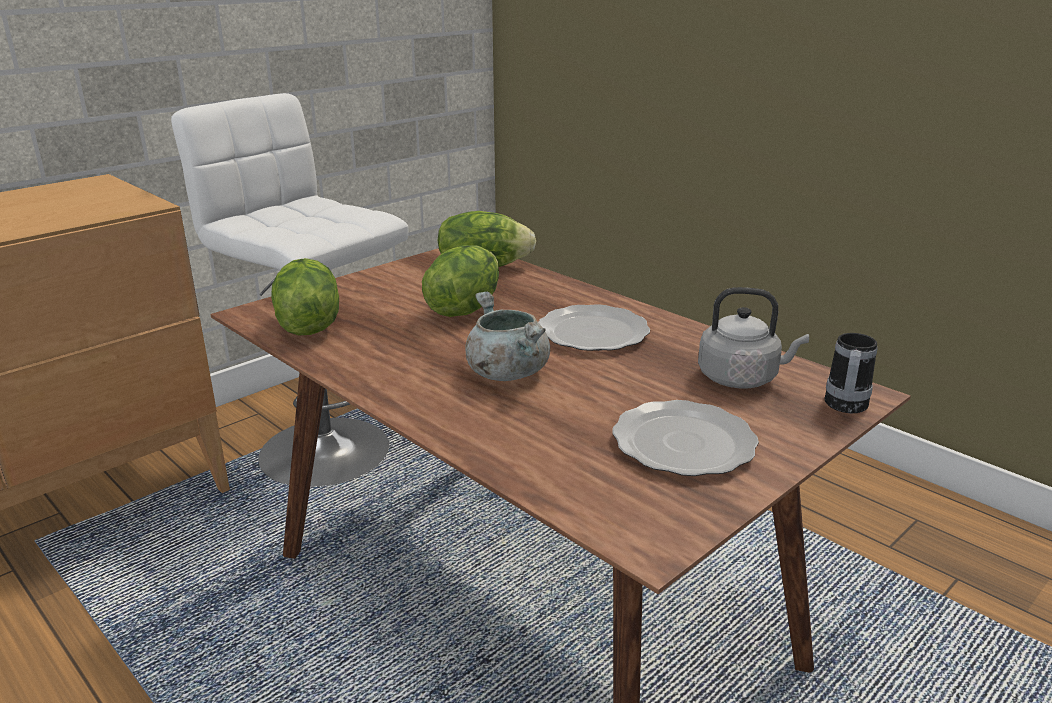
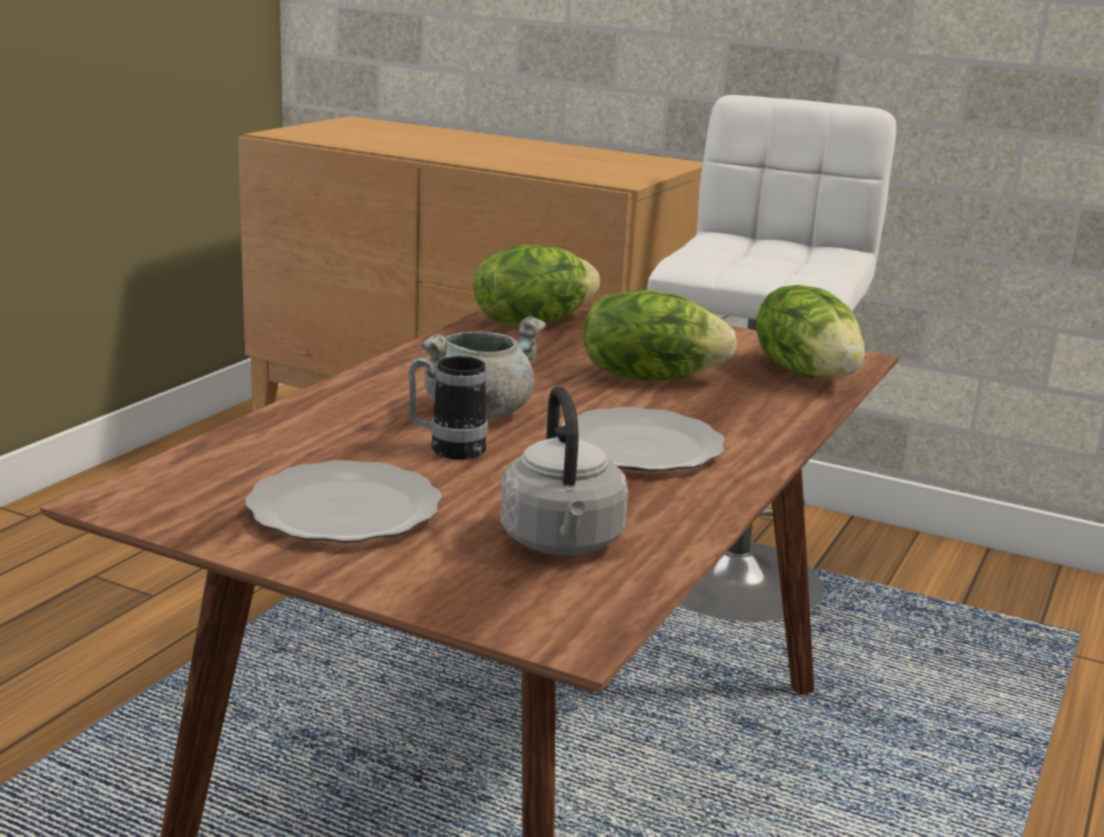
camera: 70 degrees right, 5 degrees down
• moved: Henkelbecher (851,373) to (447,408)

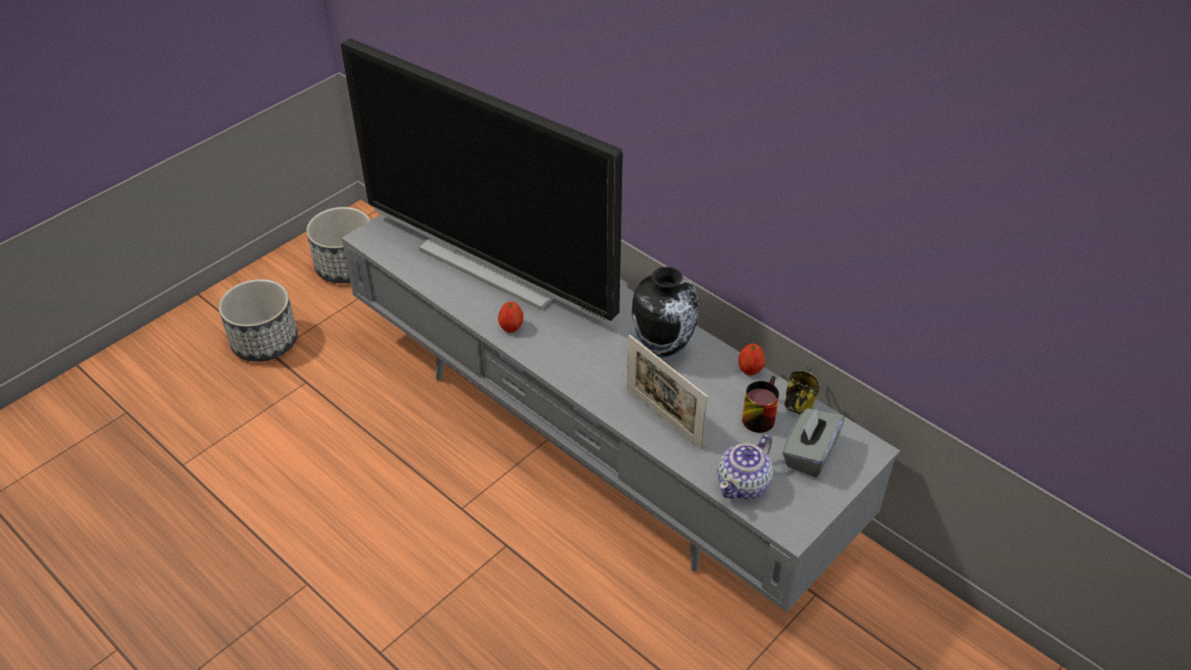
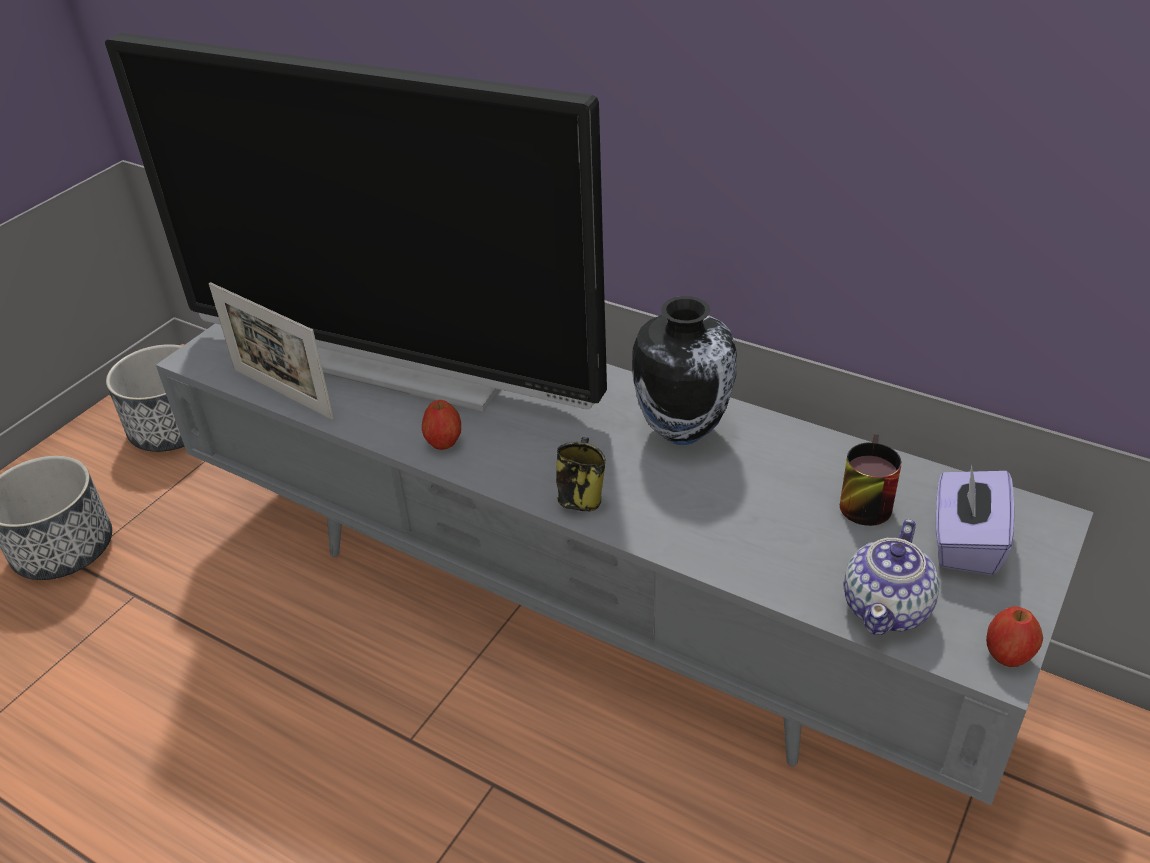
camera: 10 degrees left, 5 degrees down
• moved: Bilderrahmen (667,392) to (271,351)
• moved: Apfel (752,359) to (1014,637)
• moved: Henkelbecher (802,390) to (581,474)
• recoloured: Taschentuchbox/grau (813,442) to Taschentuchbox/lila (975,519)

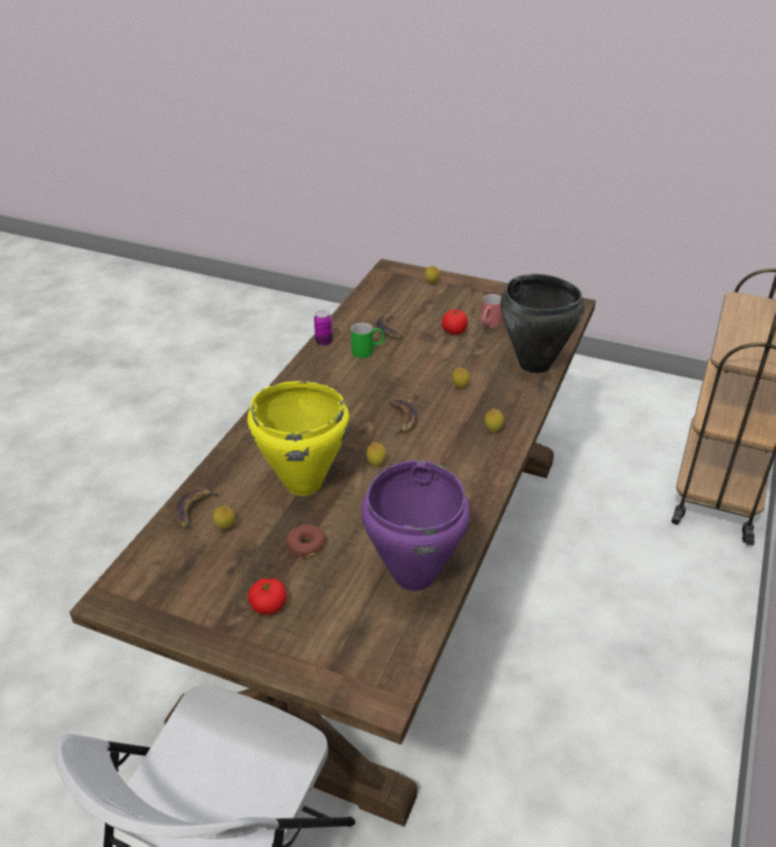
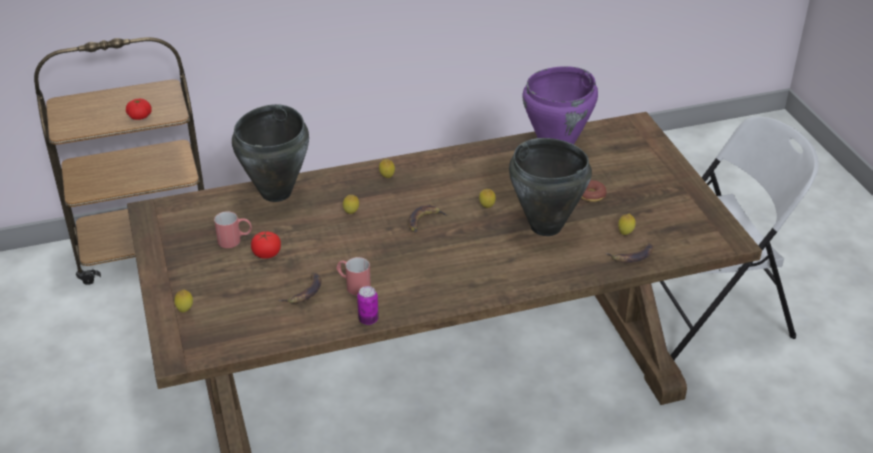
camera: 130 degrees left, 0 degrees up
• moved: Tomate (267,596) to (139,109)
• recoloured: Kochtopf/gelb (298,438) to Kochtopf/schwarz (550,187)
• recoloured: Henkelbecher/grün (368,340) to Henkelbecher/rot (354,276)

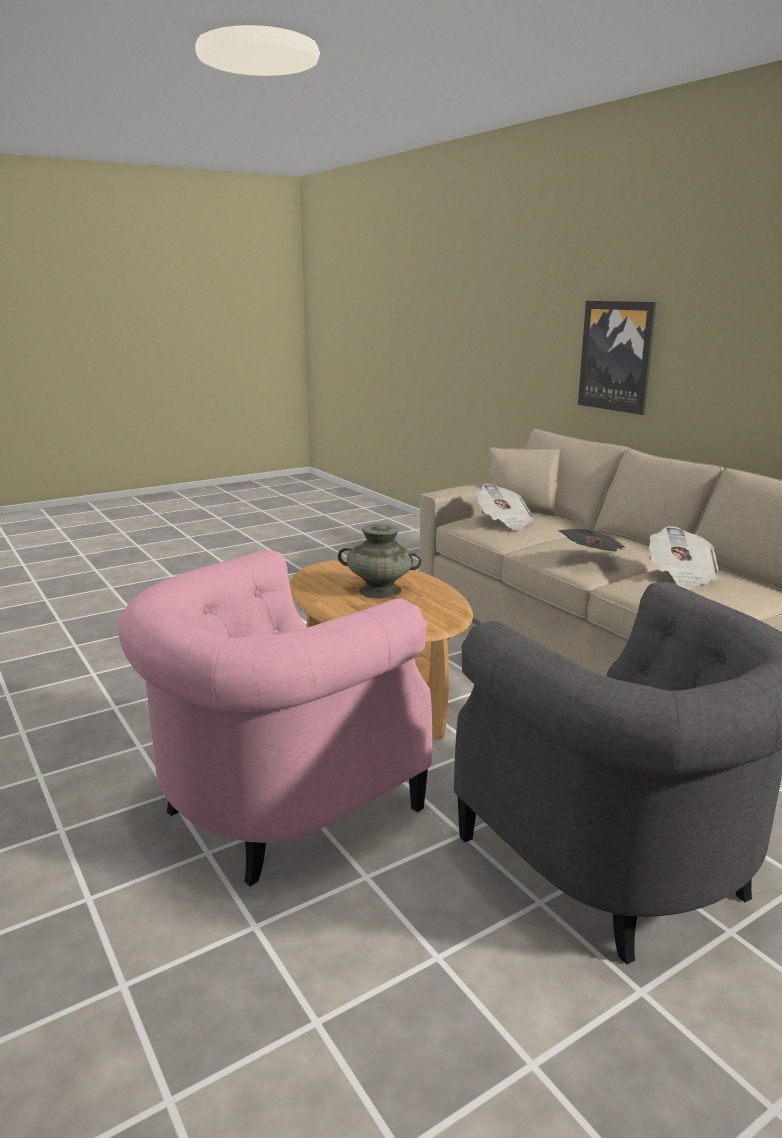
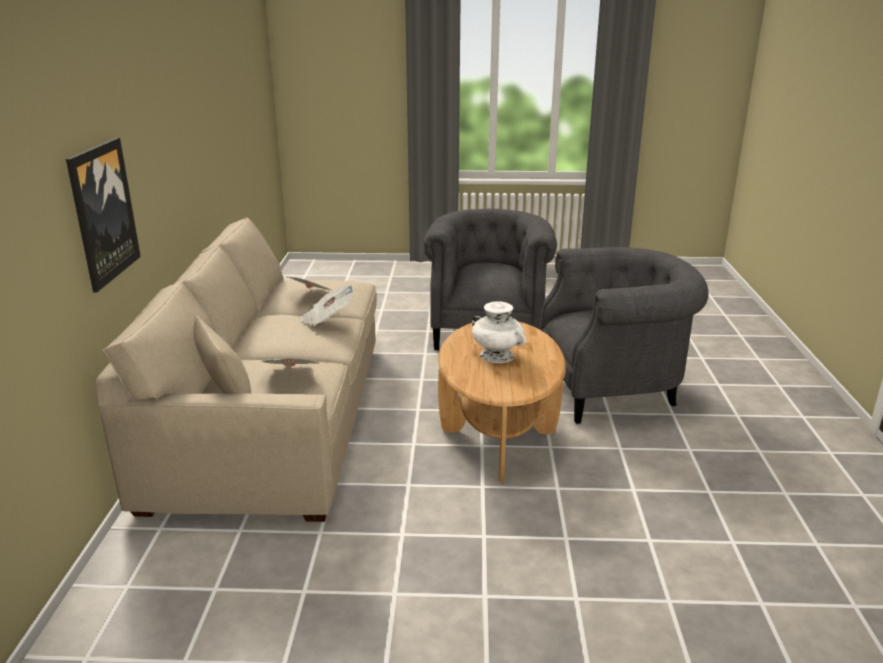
camera: 145 degrees left, 5 degrees up
• recoloured: Sessel/rosa (275,718) to Sessel/grau (624,335)
• recoloured: Vase/türkis (380,561) to Vase/weiß (499,332)

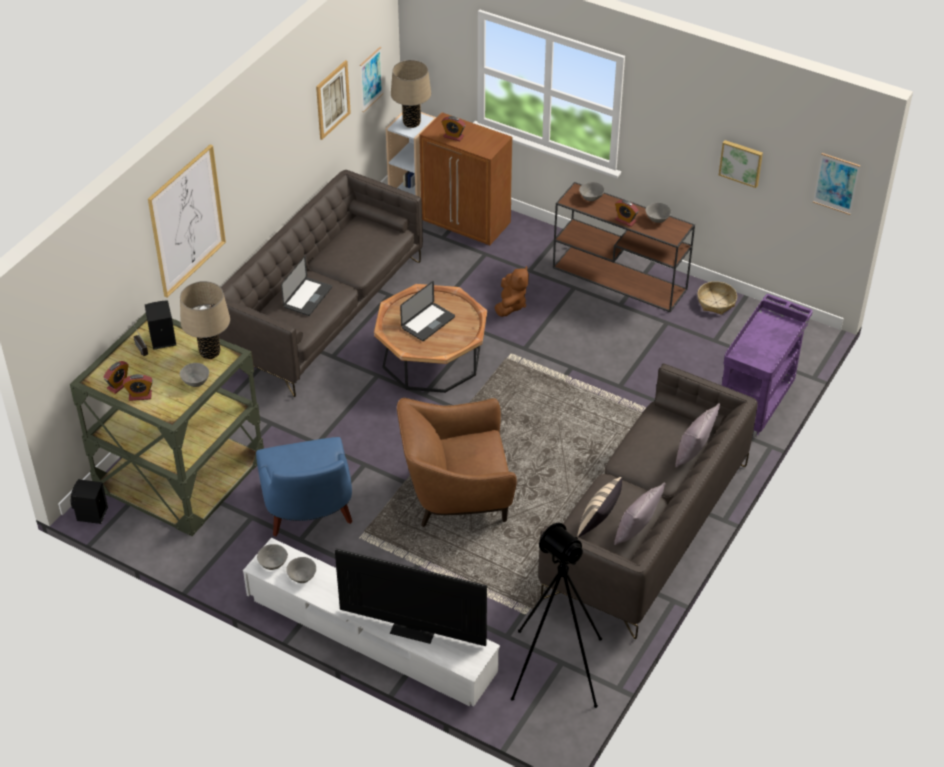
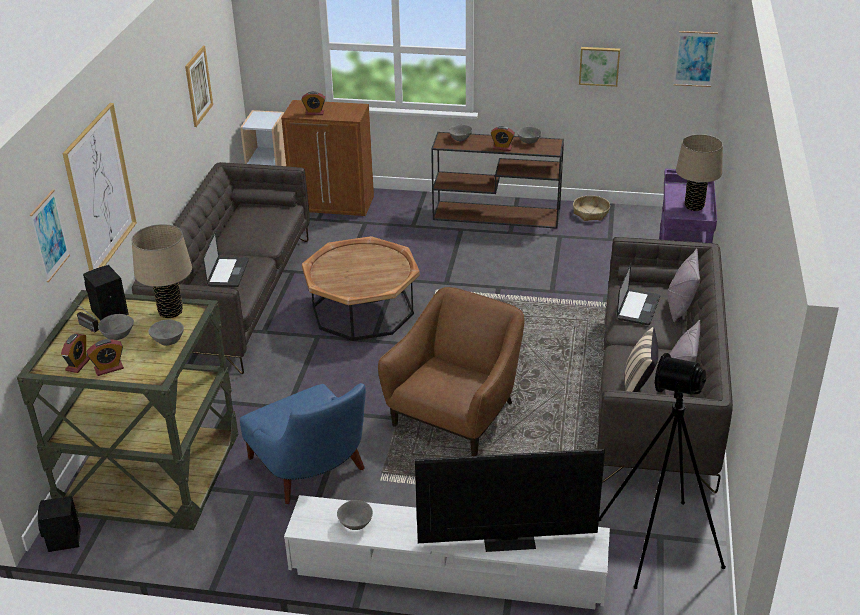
camera: 20 degrees left, 10 degrees down
• removed: Plüschtier/braun (511,291)
• moved: Schüssel/grau (272,557) to (116,327)
• moved: Bild (371,79) to (50,235)
• moved: Tischlampe/beige (411,94) to (699,172)
• moved: Laptop (427,311) to (638,293)
• turned: Sessel/braun (457,462) = (451,371) 150 degrees clockwise

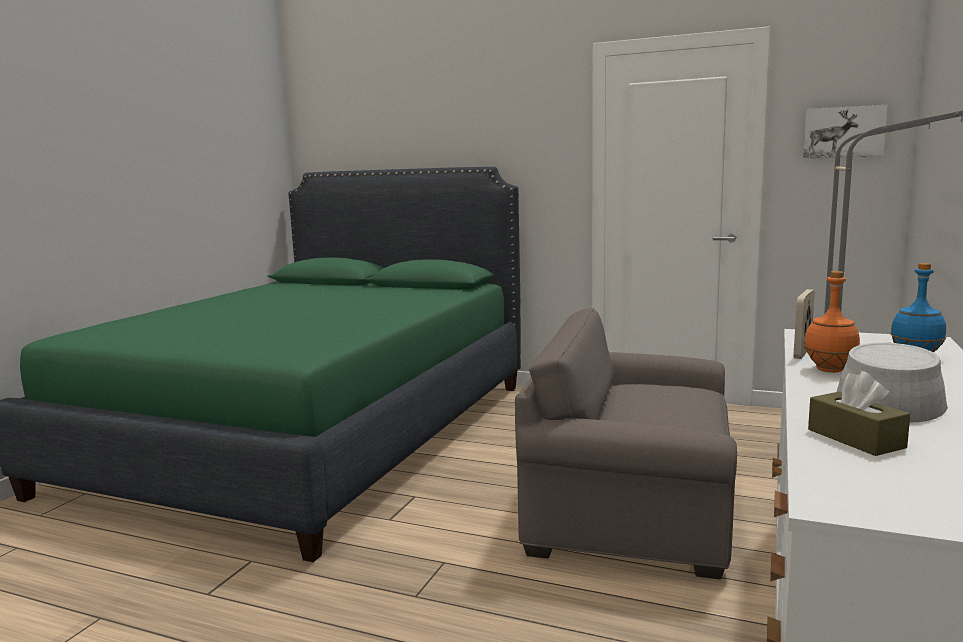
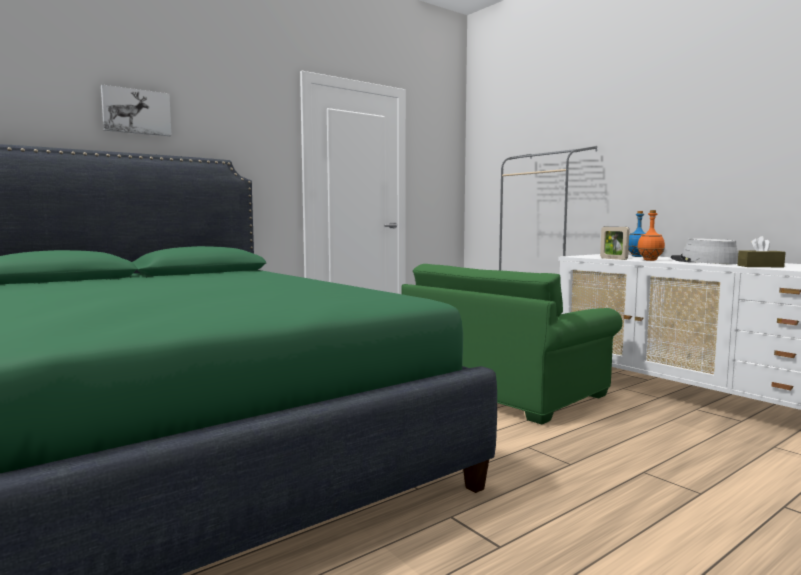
camera: 60 degrees left, 5 degrees down
• moved: Bild (845,132) to (136,110)
• recoloured: Sessel/grau (626,443) to Sessel/grün (511,344)

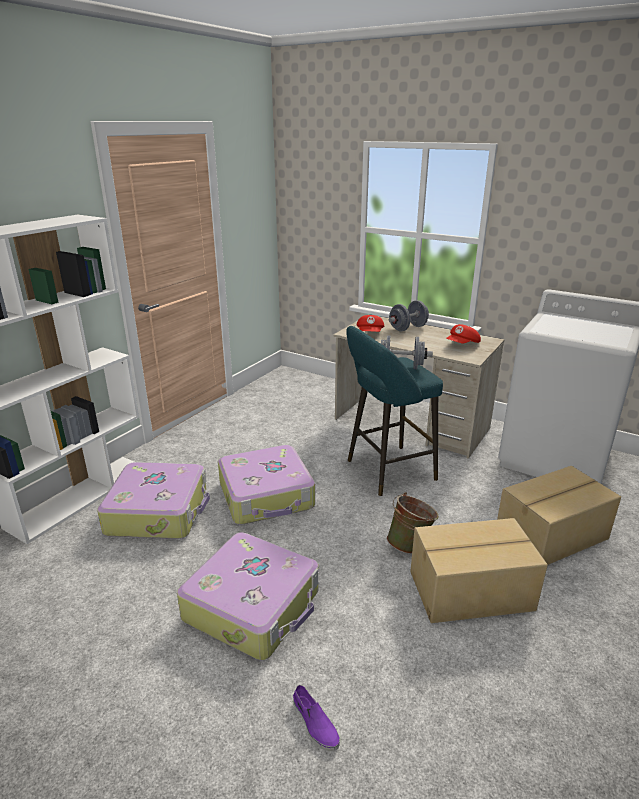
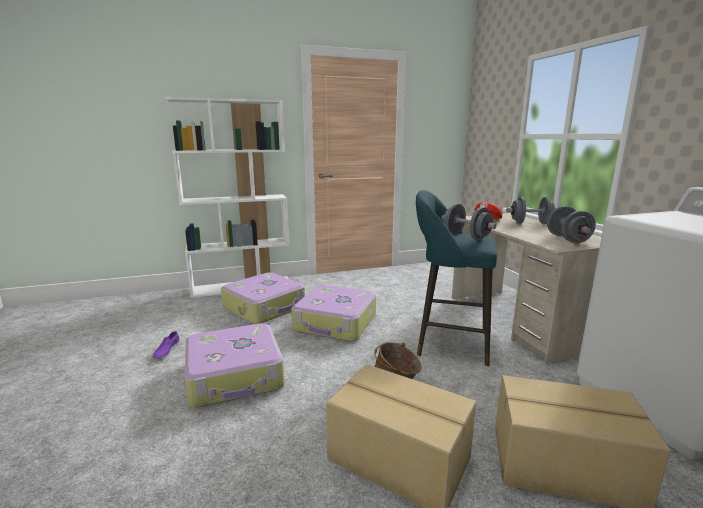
camera: 40 degrees right, 10 degrees down
• moved: Schuh/lila (316,718) to (166,346)
• replaced: Kappe/rot (463,333) to Hantel/grau (571,224)

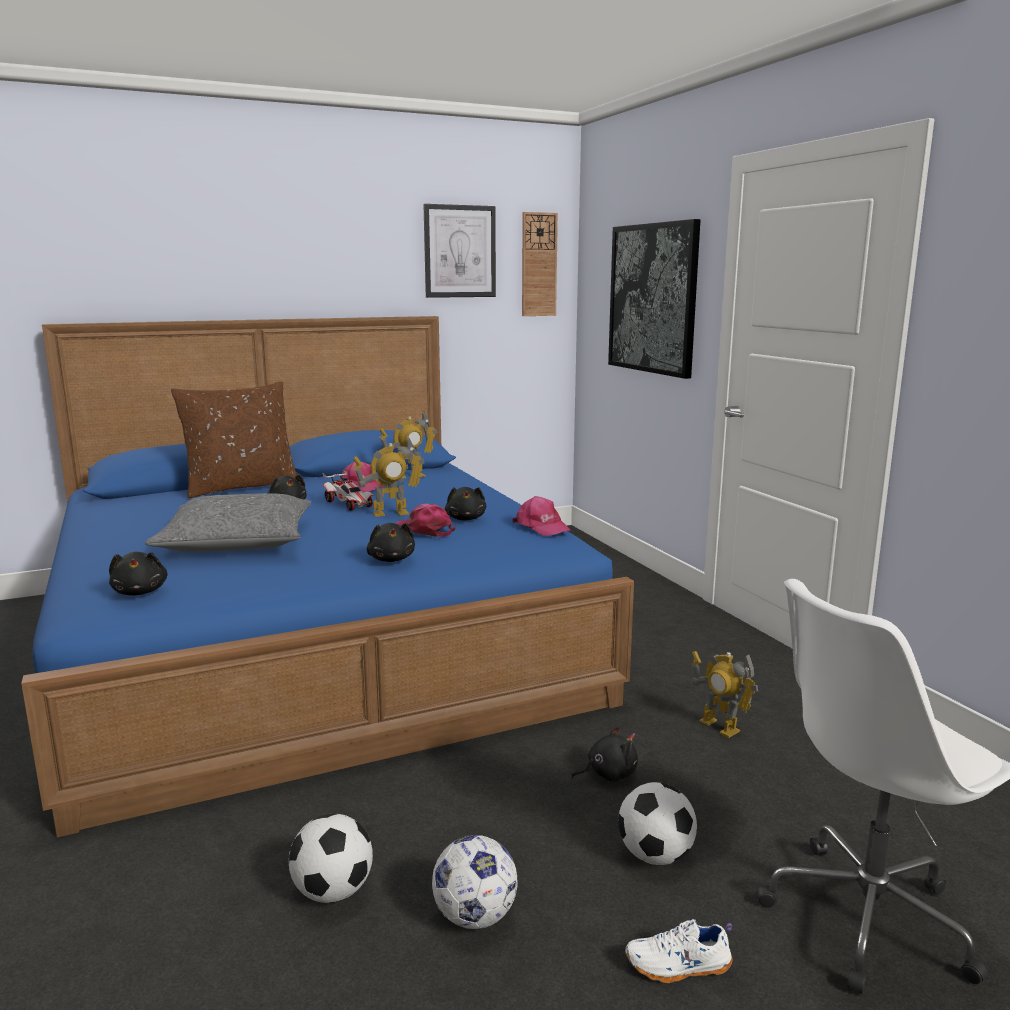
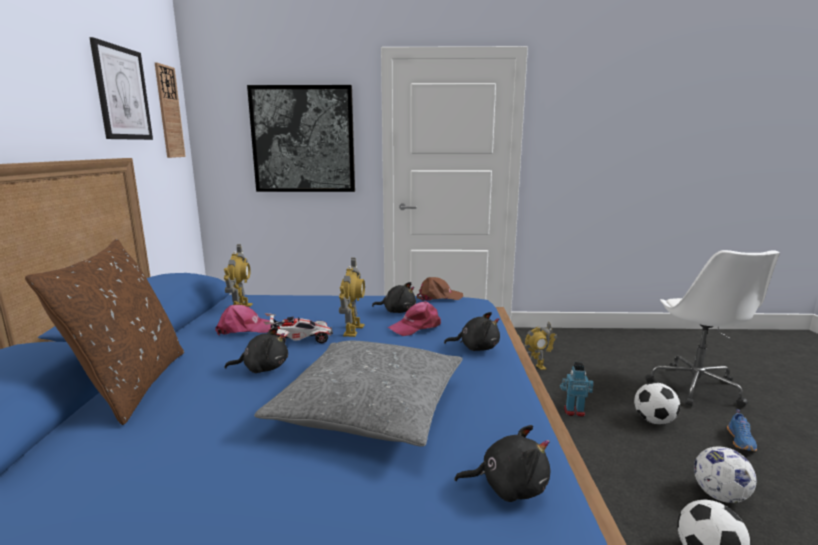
camera: 65 degrees left, 0 degrees up
• replaced: Plüschtier/schwarz (604,753) to Spielzeugroboter (576,389)
• recoloured: Kappe/rosa (541,516) to Kappe/braun (440,289)
• recoloured: Schuh/weiß (679,951) to Schuh/blau (742,430)

